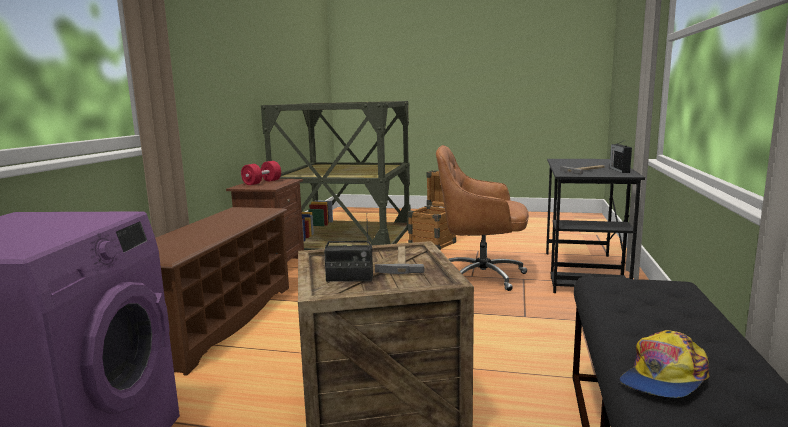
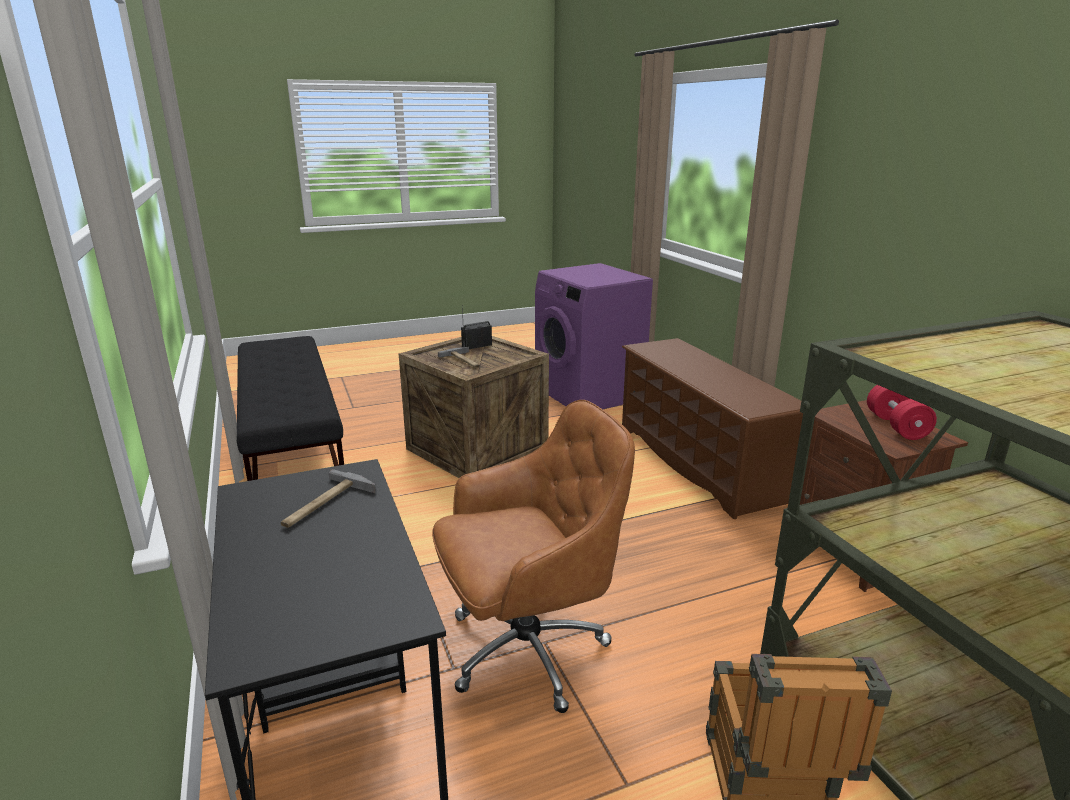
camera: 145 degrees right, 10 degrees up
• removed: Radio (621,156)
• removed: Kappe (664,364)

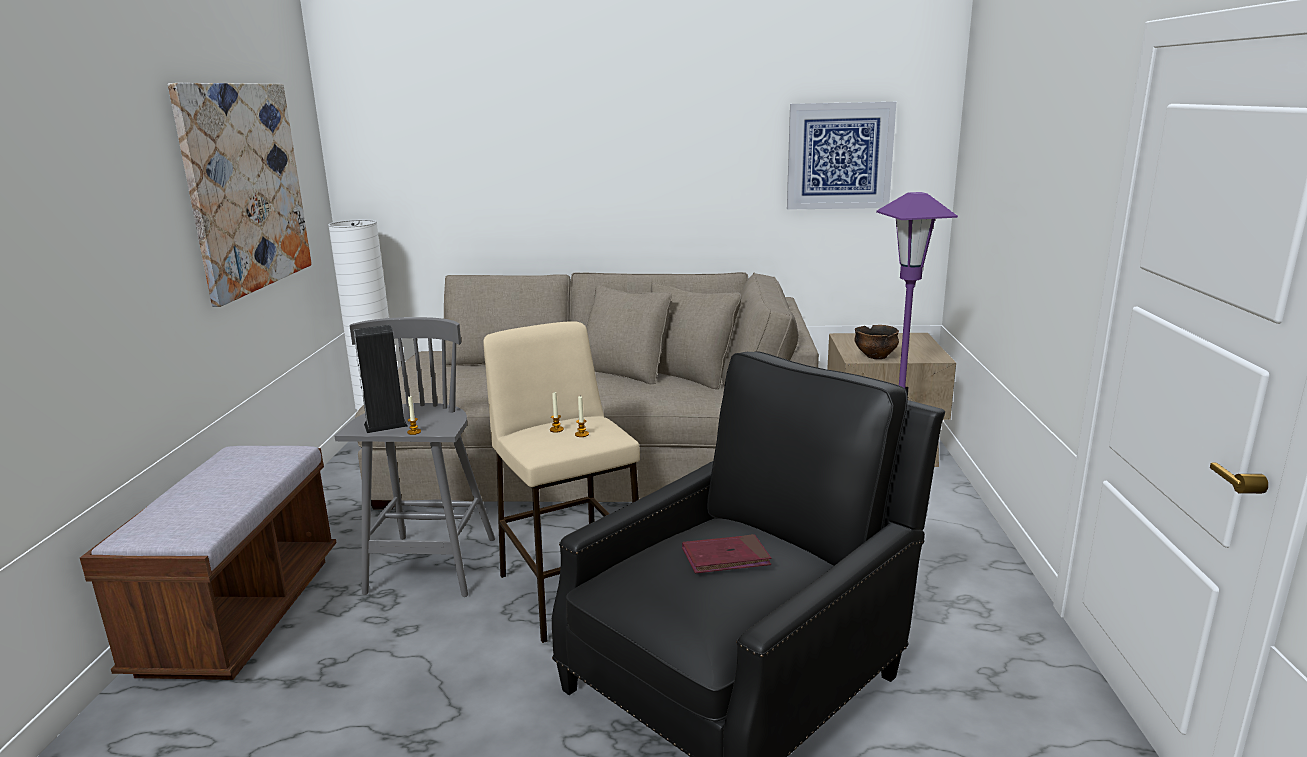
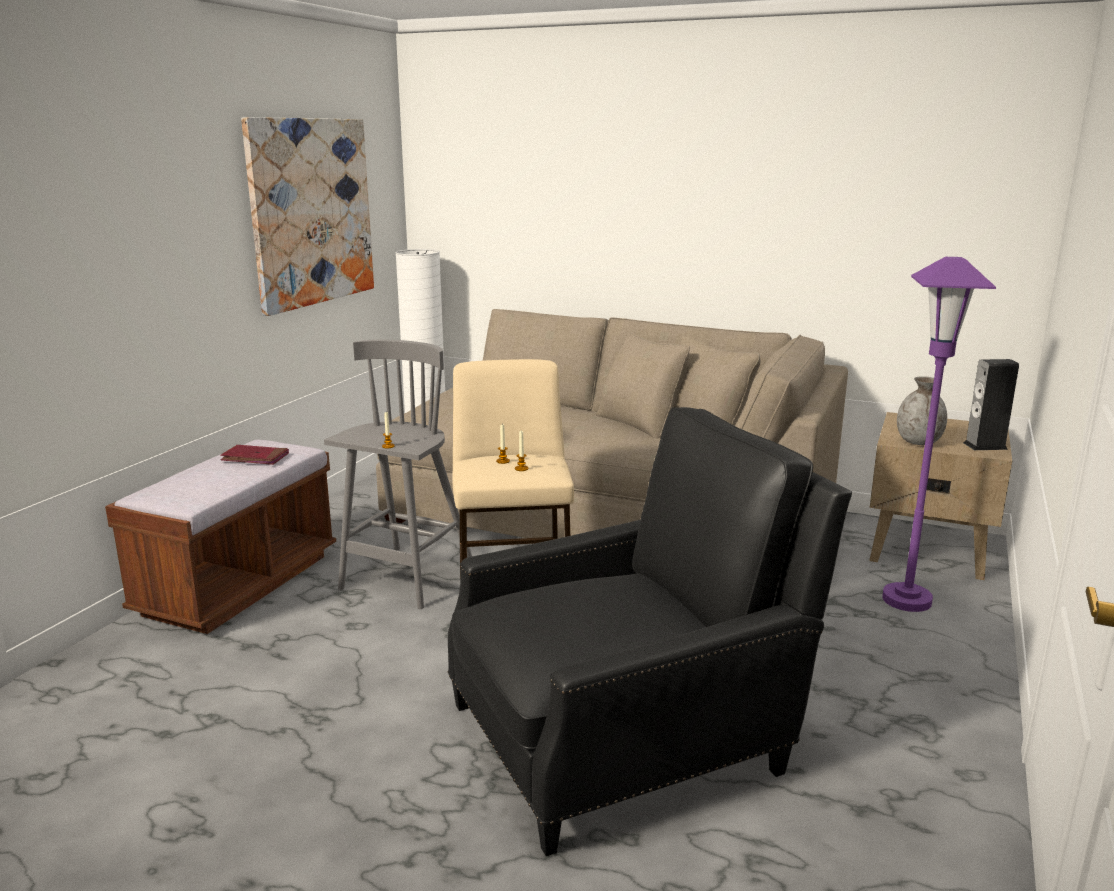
camera: 20 degrees right, 0 degrees up
• removed: Bild (841,156)
• moved: Lautsprecher (380,379) to (991,404)
• moved: Buch/rot (726,553) to (254,455)
• replaced: Schüssel (876,342) to Vase/grau (922,410)

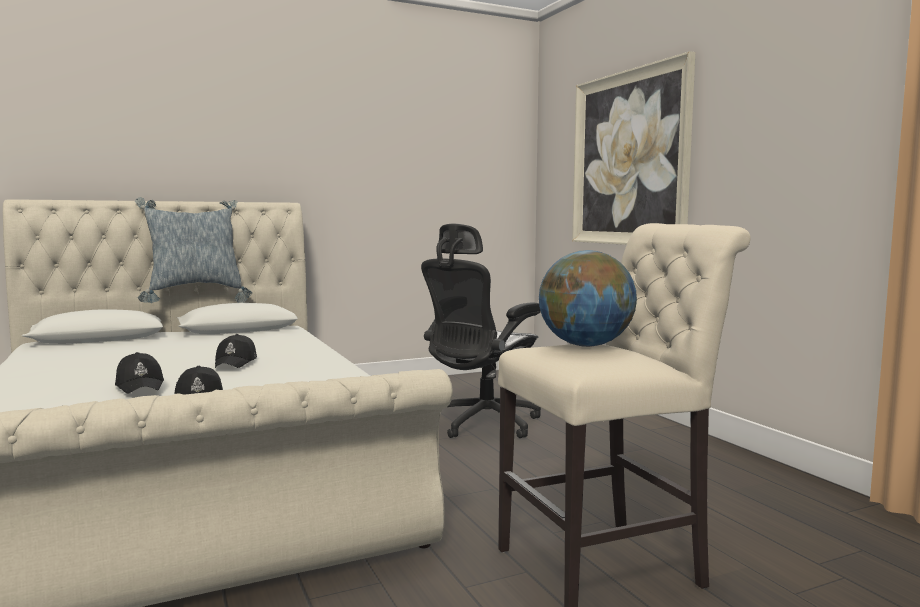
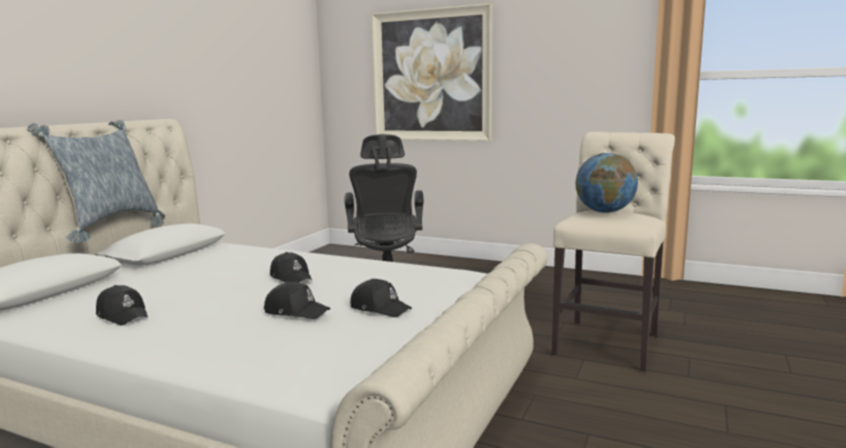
camera: 40 degrees left, 5 degrees up
• added: Kappe/schwarz (122,305)

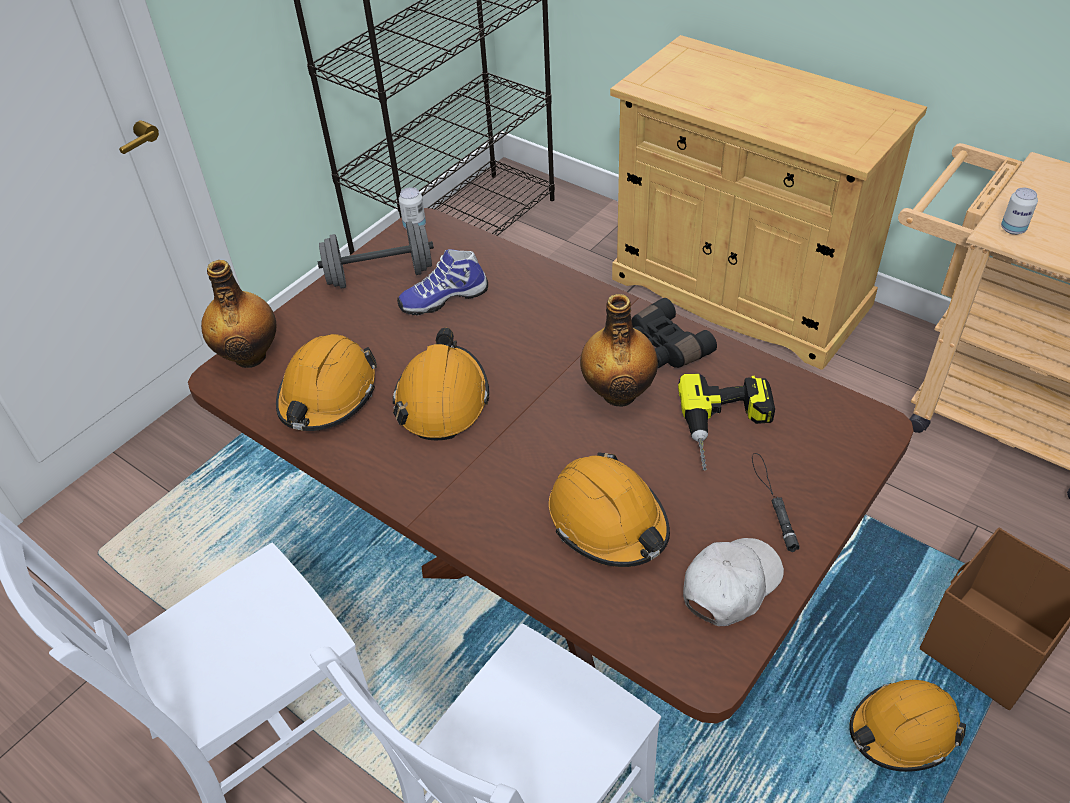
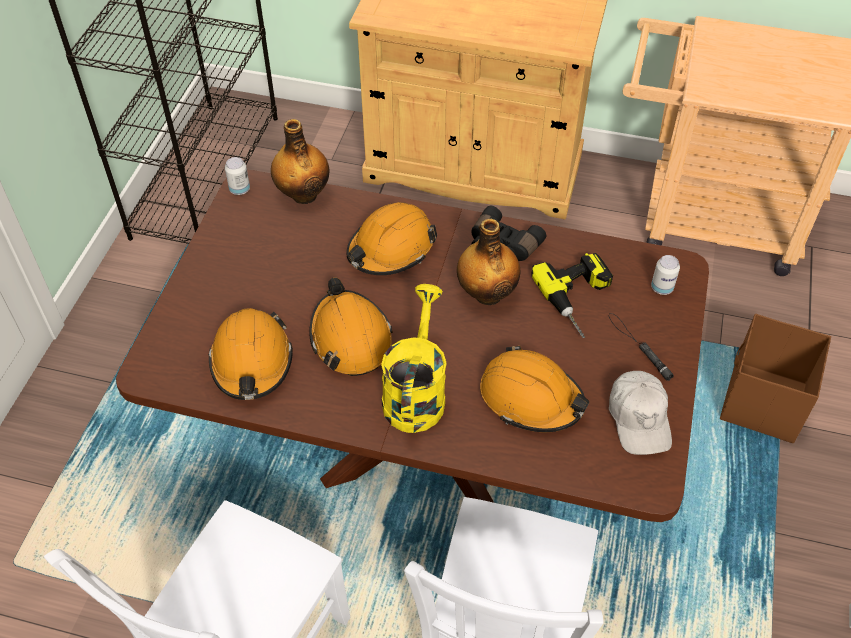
camera: 25 degrees left, 5 degrees up
• removed: Hantel/grau (375,255)
• removed: Schuh (442,282)
• added: Gießkanne/gelb (414,358)
• moved: Flasche (238,314) to (300,161)
• moved: Schutzhelm/orange (907,726) to (391,238)
• moved: Dose (1019,211) to (665,275)
• turned: Kappe/weiß (733,582) = (640,413) 150 degrees clockwise

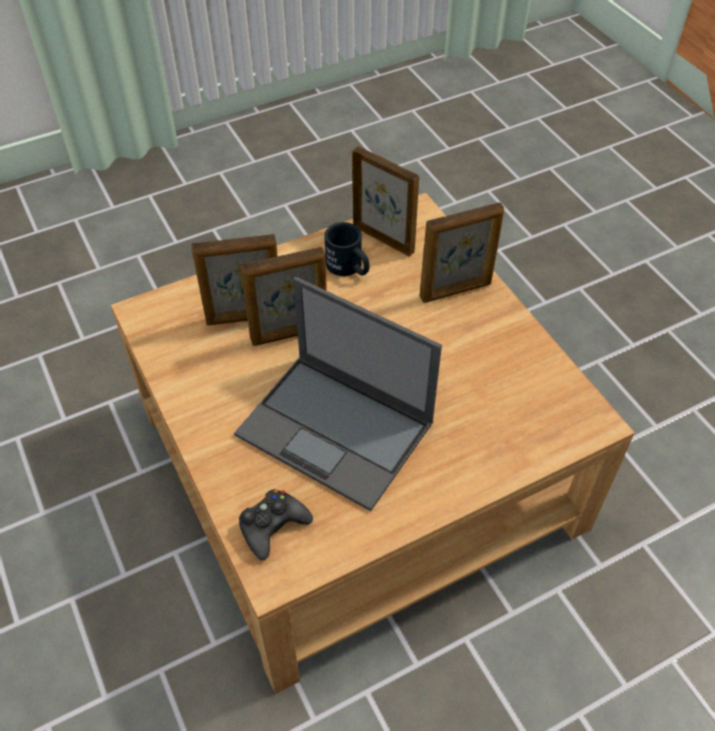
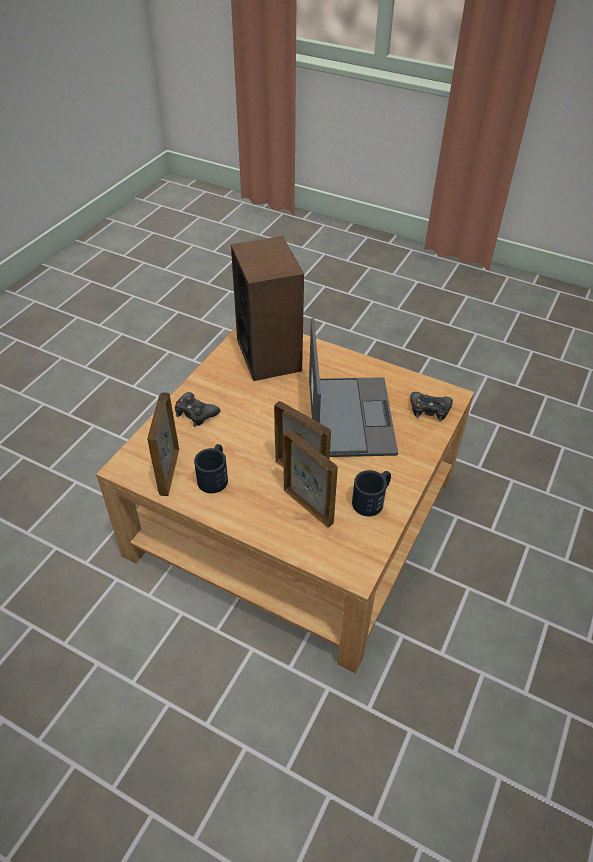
camera: 125 degrees left, 5 degrees down
• added: Lautsprecher (267,308)
• added: Henkelbecher/schwarz (371,493)
• replaced: Bilderrahmen (461,252) to Gamepad/schwarz (197,409)

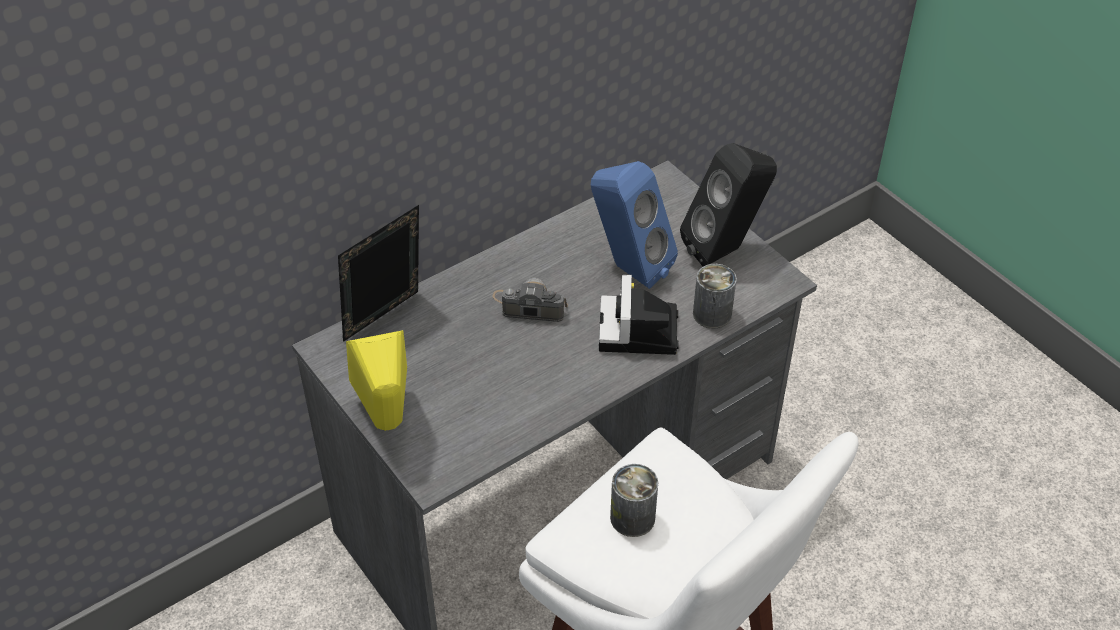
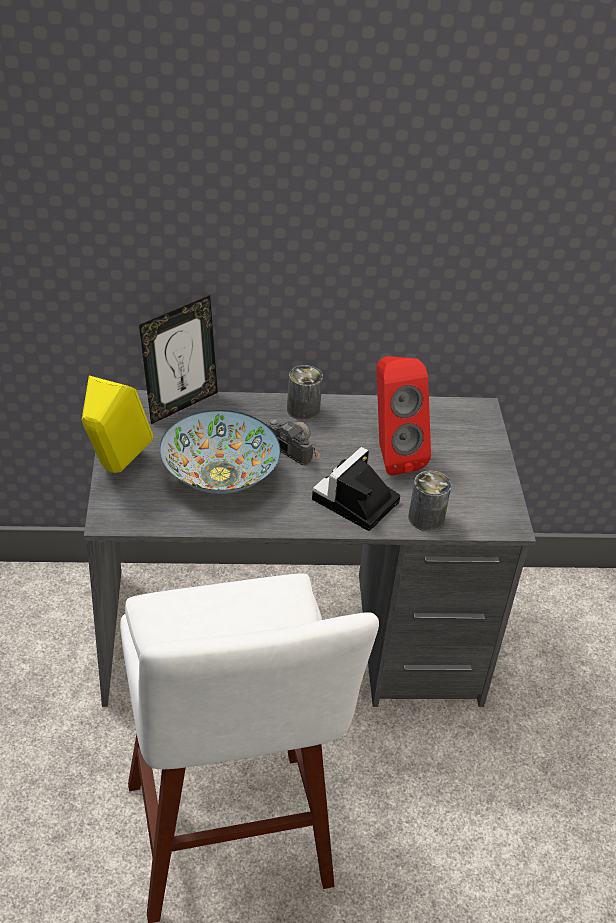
camera: 30 degrees right, 5 degrees down
• removed: Lautsprecher/schwarz (728,204)
• added: Schüssel (220,452)
• moved: Dose (634,500) to (305,393)
• recoloured: Lautsprecher/blau (634,225) to Lautsprecher/rot (404,415)
• turned: Bilderrahmen (378,273) = (178,359) 150 degrees clockwise

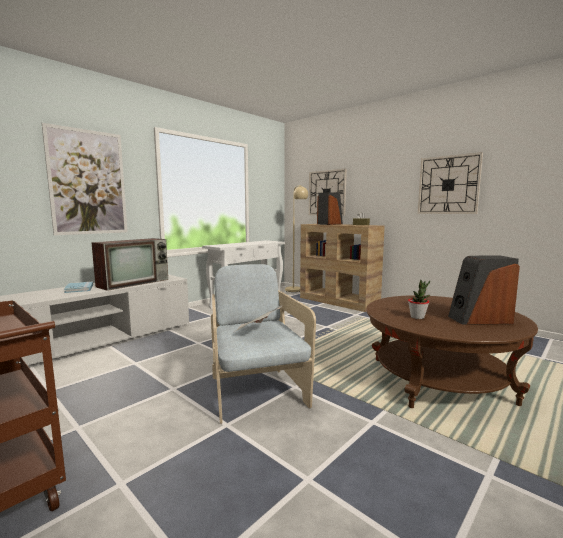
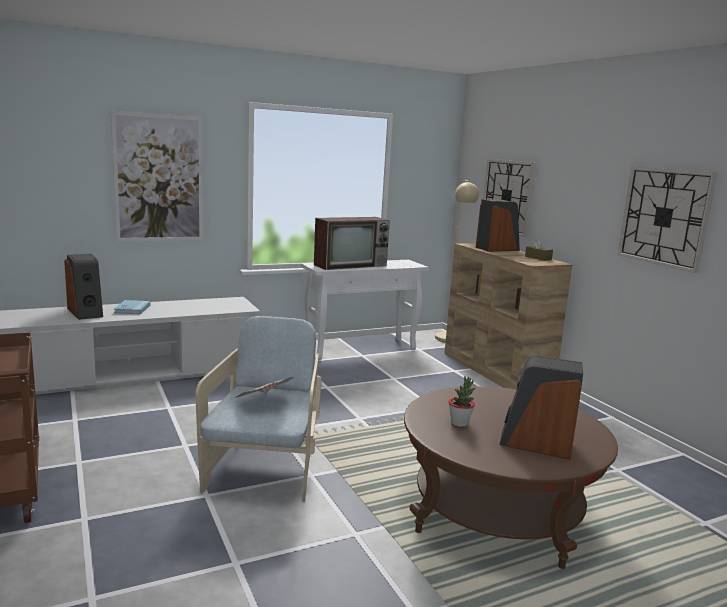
camera: 20 degrees right, 5 degrees up
• added: Lautsprecher (83,287)
• moved: Fernseher (129,264) to (352,243)

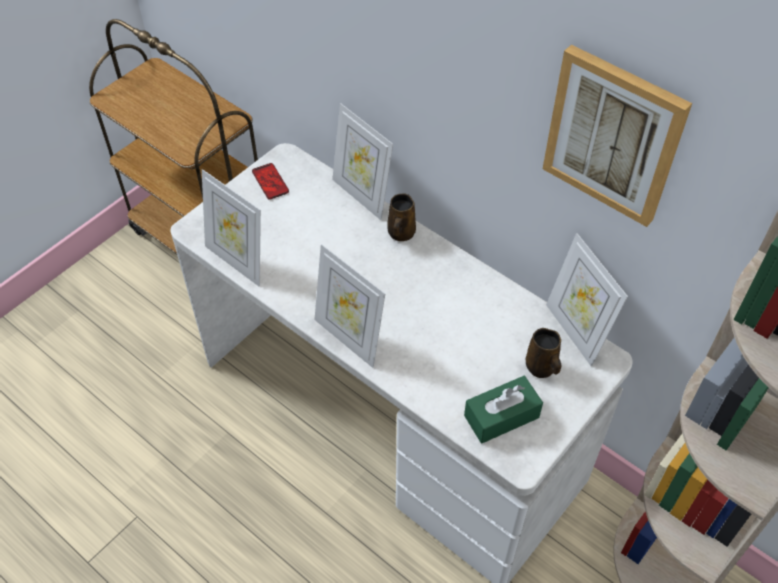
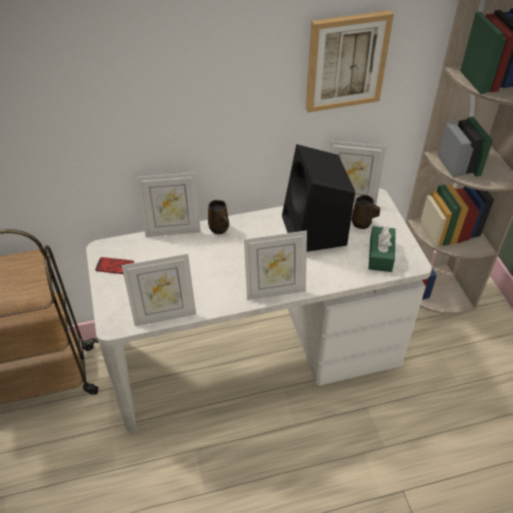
camera: 55 degrees left, 5 degrees down
• added: Lautsprecher/schwarz (318,198)

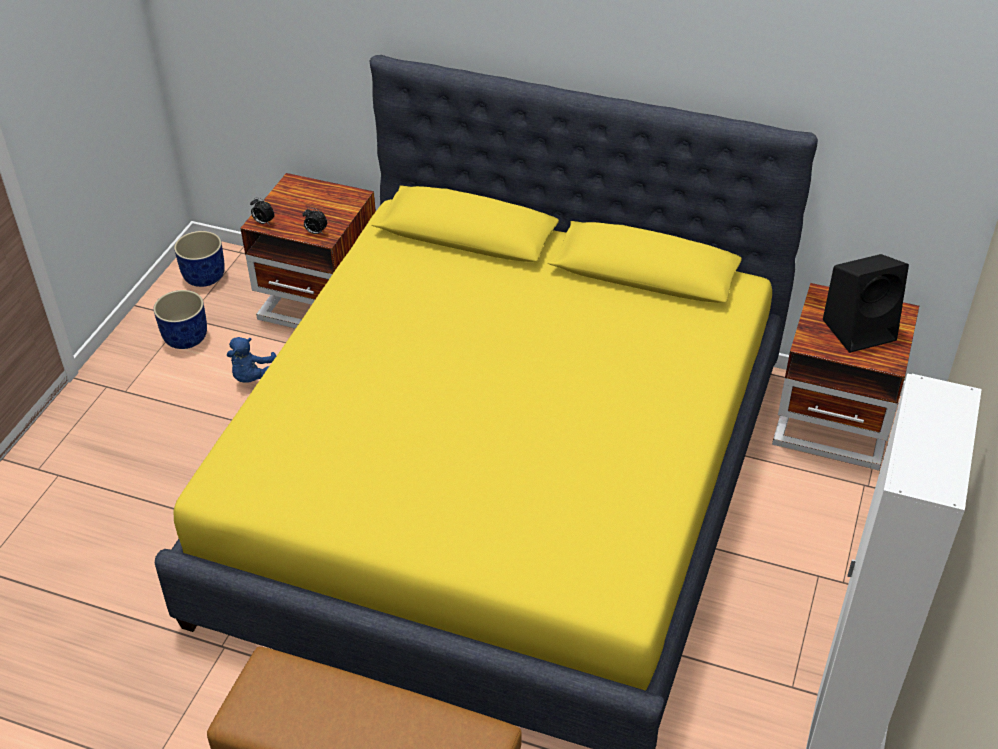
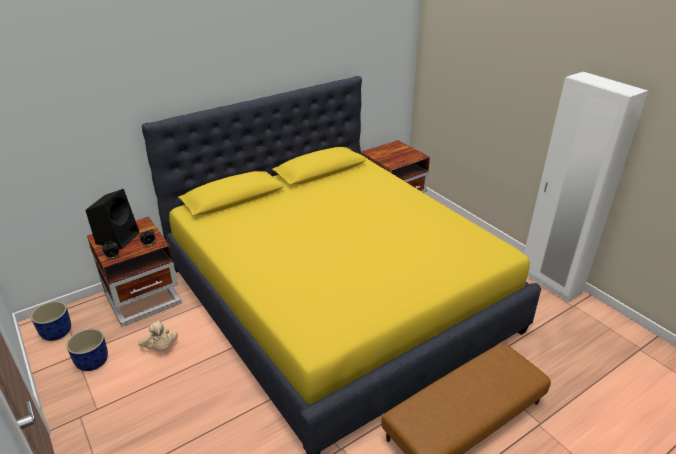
camera: 55 degrees left, 10 degrees down
• moved: Lautsprecher/schwarz (866,303) to (113,219)
• recoloured: Plüschtier/blau (251,360) to Plüschtier/beige (158,335)

